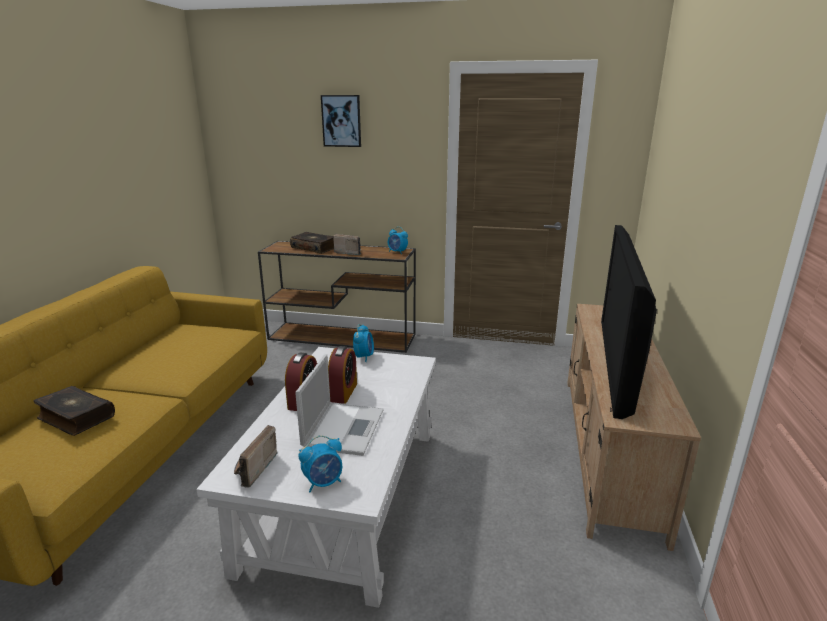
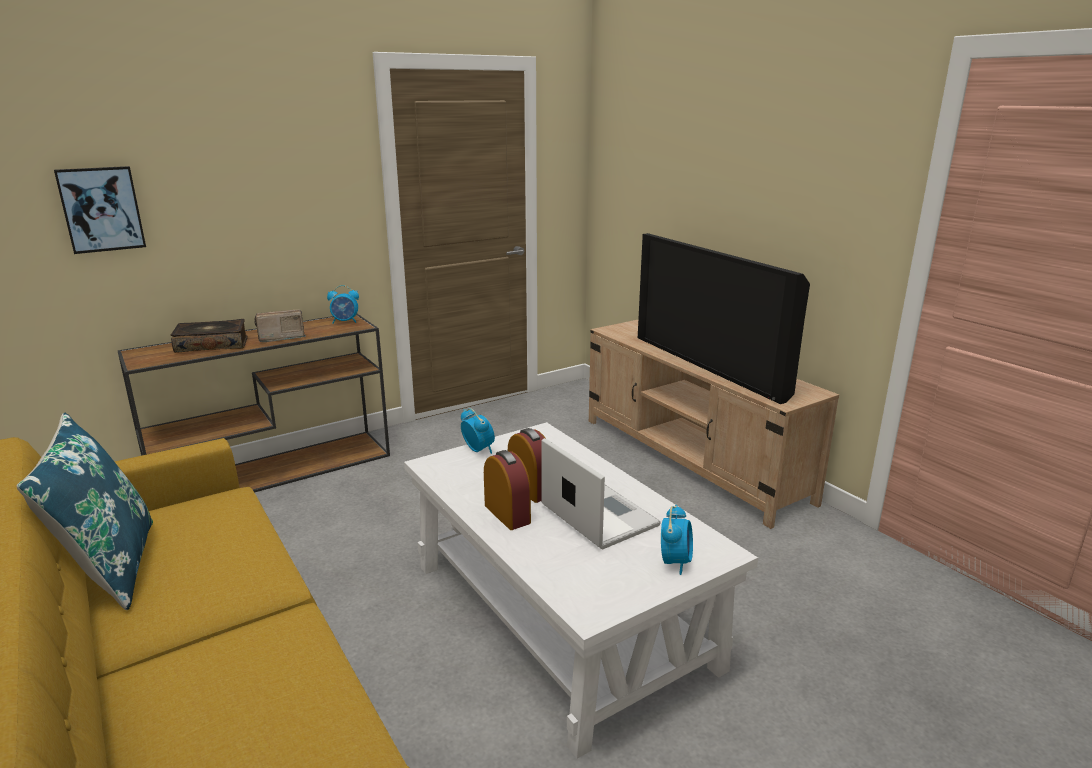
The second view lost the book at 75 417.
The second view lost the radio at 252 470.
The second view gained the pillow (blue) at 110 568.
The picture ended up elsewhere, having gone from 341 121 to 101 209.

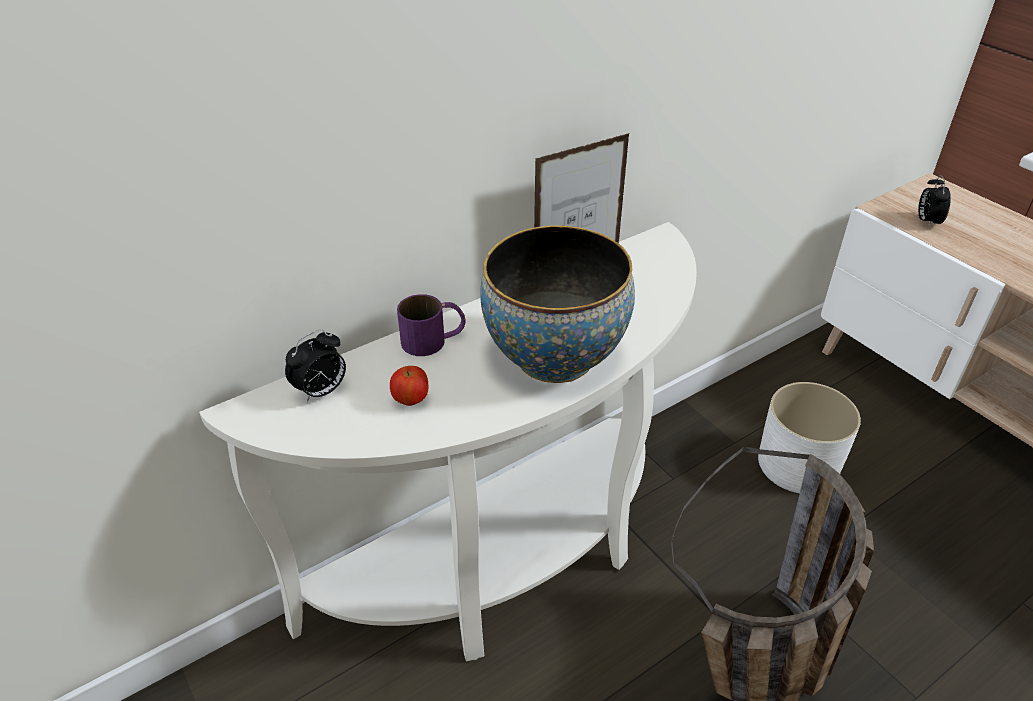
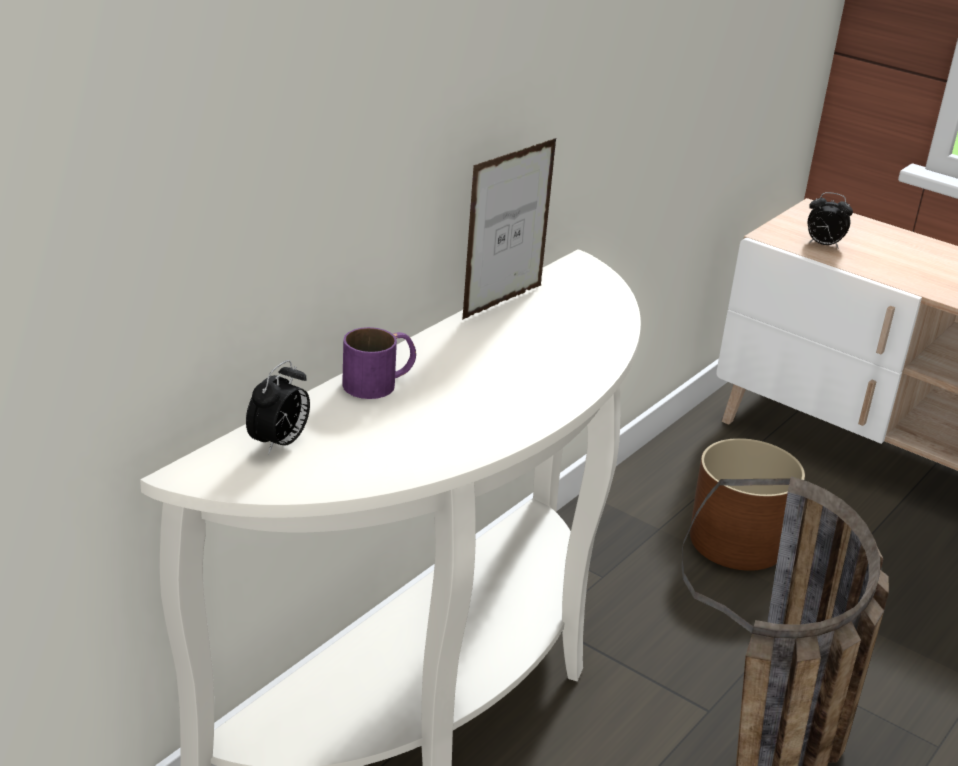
The second view lost the apple at 411 400.
The second view lost the bowl at 554 357.
What was the planter (white) at 798 464 turned into the planter (brown) at 737 541.
The alarm clock at 927 221 ended up facing another way, 60 degrees counterclockwise from before.

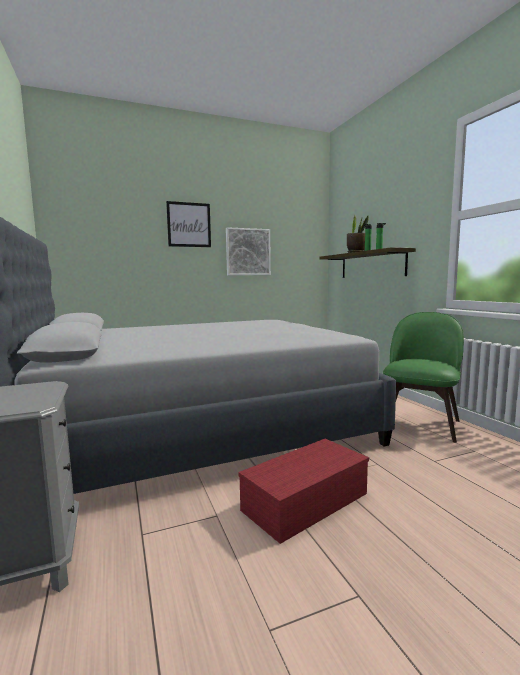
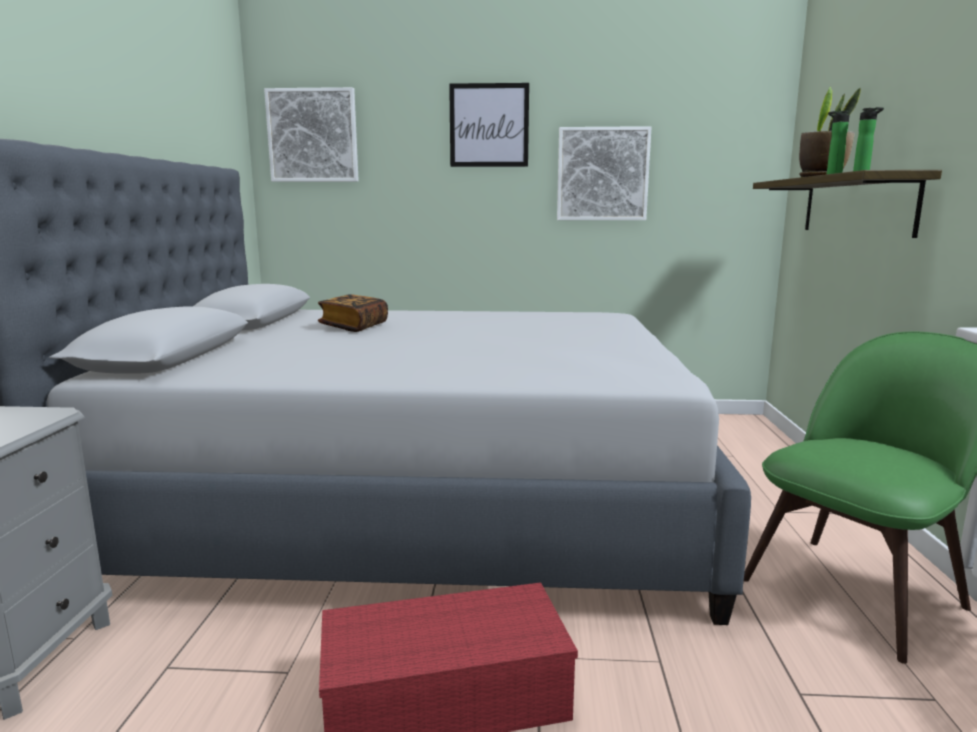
The second view gained the picture at 313 136.
The second view gained the book at 354 327.

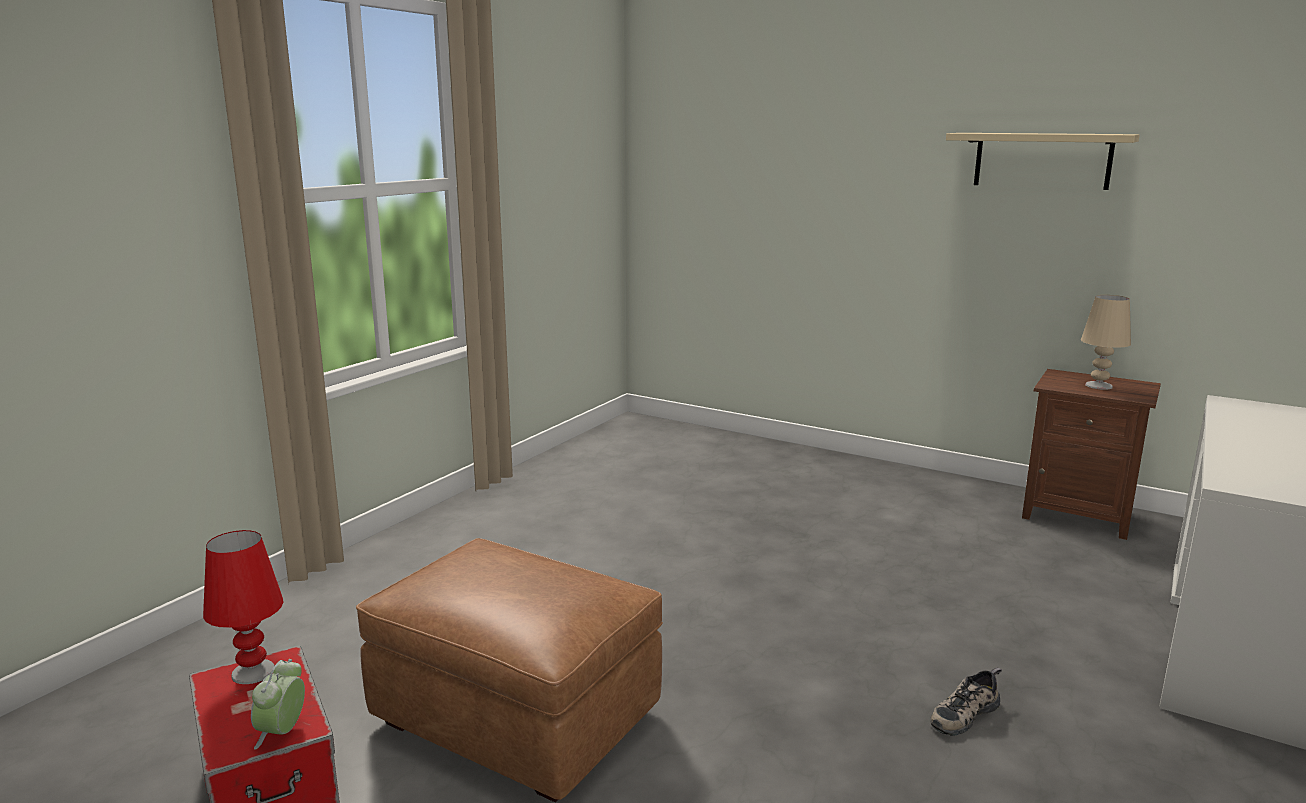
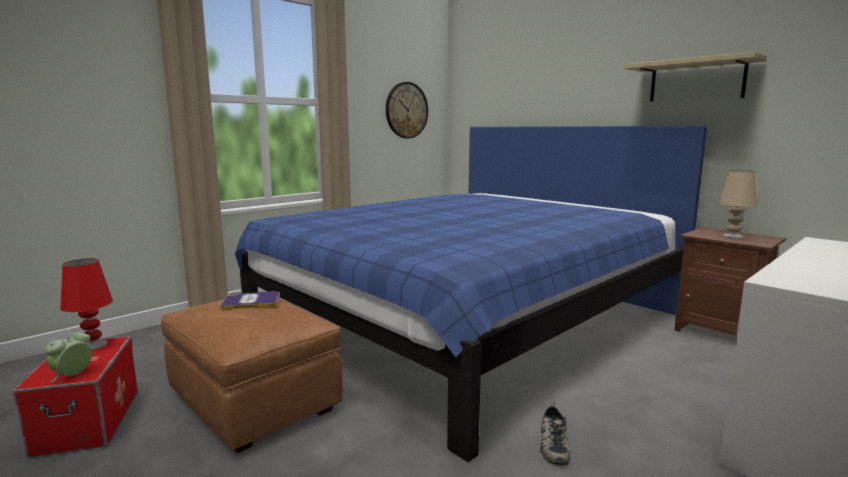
The second view gained the book at 251 301.
The second view gained the bed (blue) at 467 319.
The second view gained the wall clock at 406 110.
The shoe at 963 713 ended up facing another way, 60 degrees counterclockwise from before.

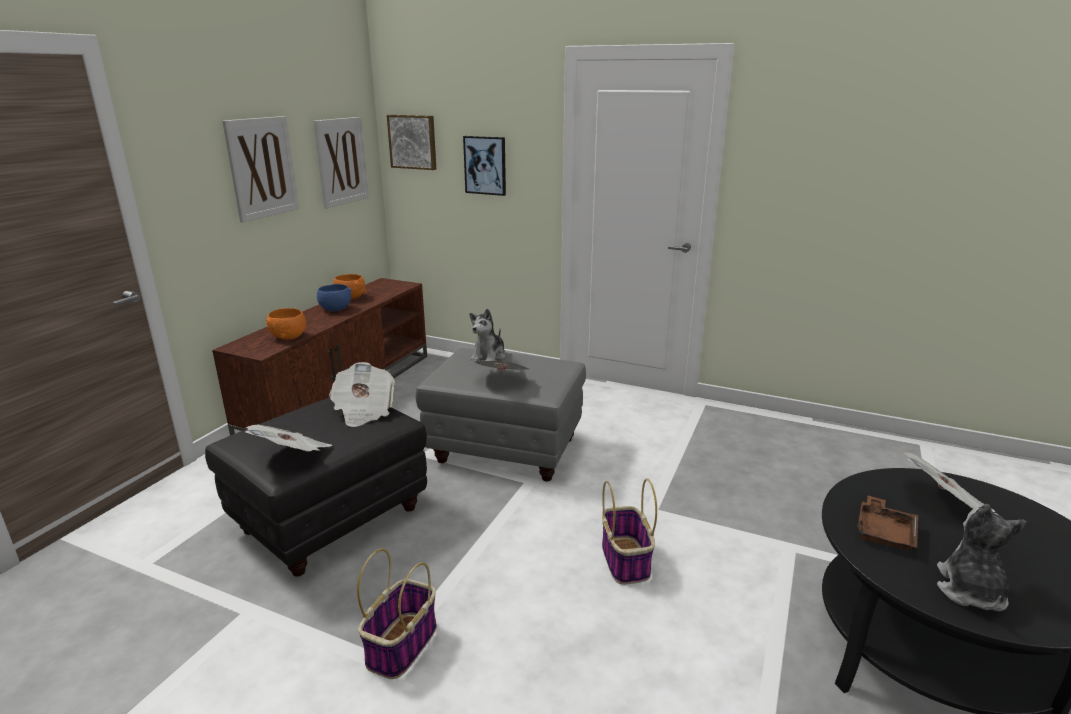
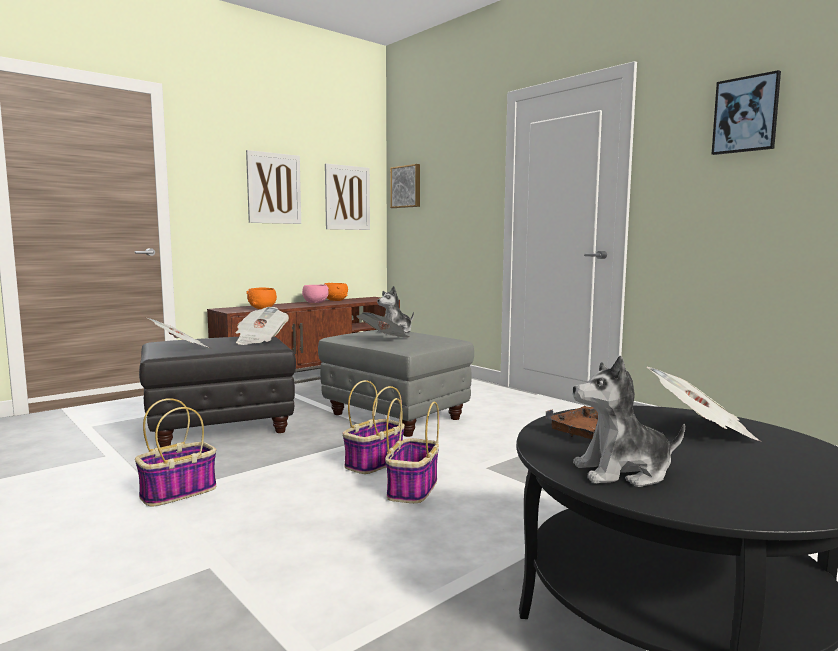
The second view gained the basket at 374 463.
The picture ended up elsewhere, having gone from 485 165 to 745 115.
What was the bowl (blue) at 335 309 turned into the bowl (pink) at 315 303.
The plush toy at 969 591 ended up facing another way, 135 degrees counterclockwise from before.

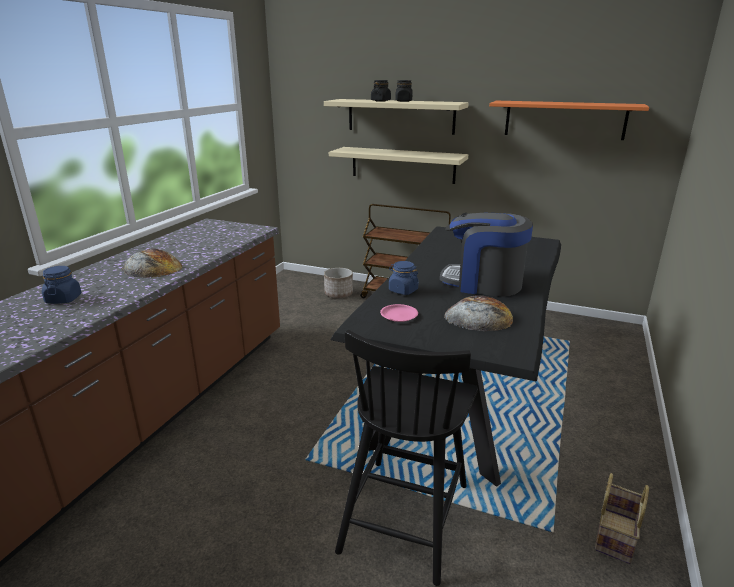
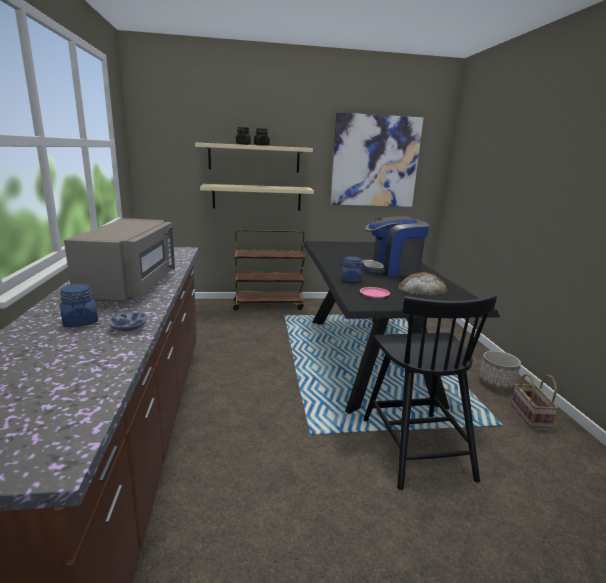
The second view gained the bowl at 129 327.
The planter ended up elsewhere, having gone from 339 294 to 496 382.
Where the bread stood at 152 267, the microwave (grey) came to stand at 132 285.
Where the shelf (orange) hung at 564 120, the picture came to hang at 375 161.

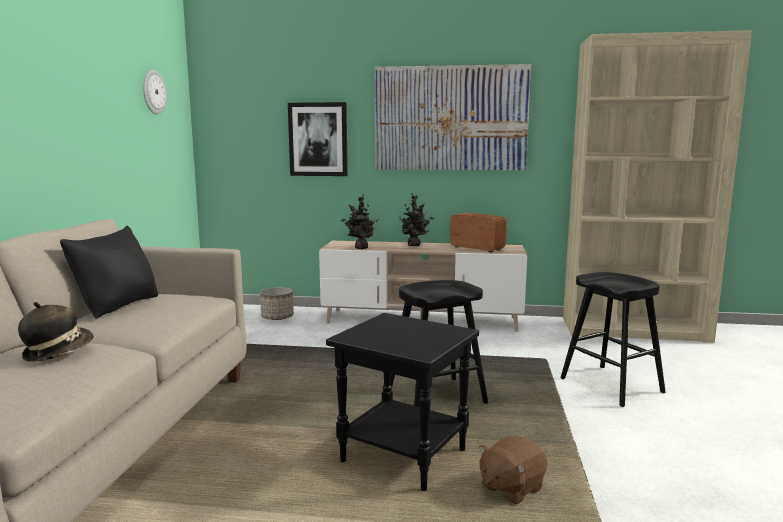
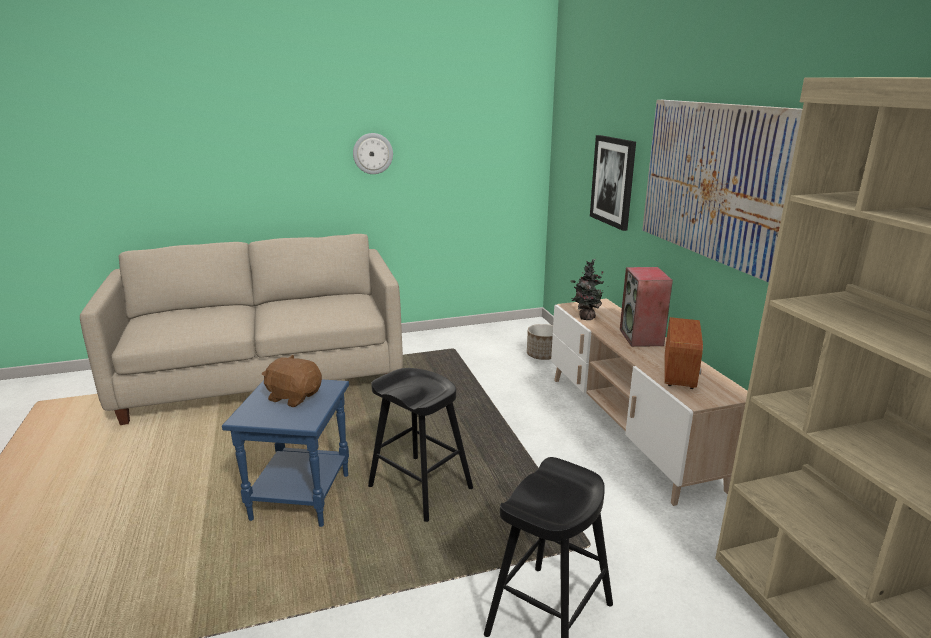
The second view lost the hat at 58 352.
The second view lost the pillow (black) at 118 306.
The wall clock ended up elsewhere, having gone from 153 92 to 372 153.
The plush toy (brown) ended up elsewhere, having gone from 511 488 to 294 396.
Where the potted plant stood at 415 245, the speaker came to stand at 642 337.
What was the side table (black) at 406 456 turned into the side table (blue) at 302 498.

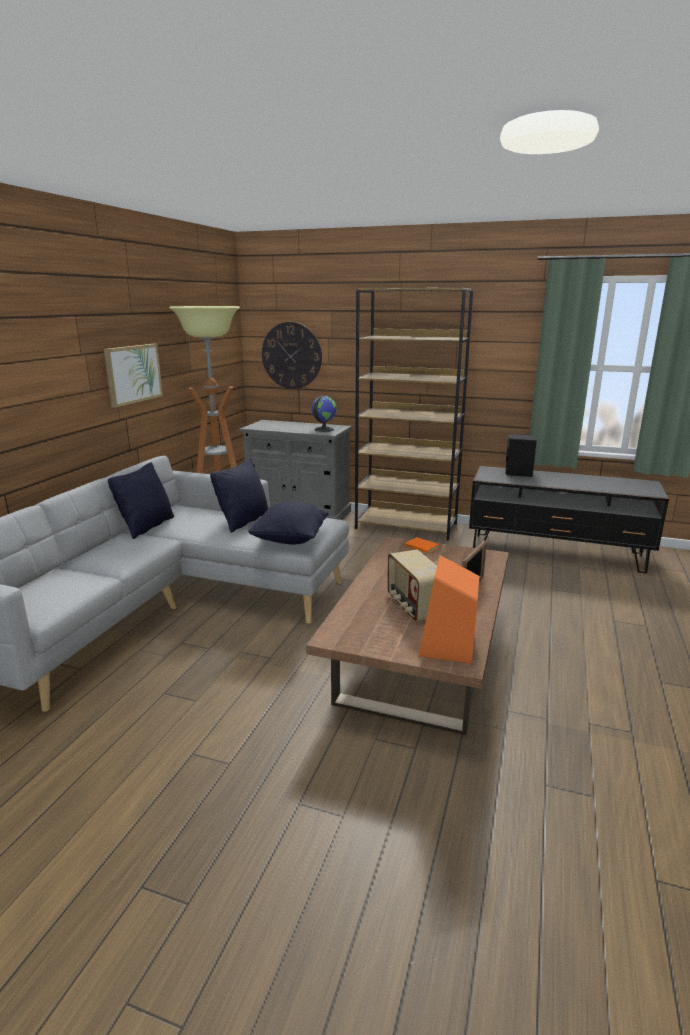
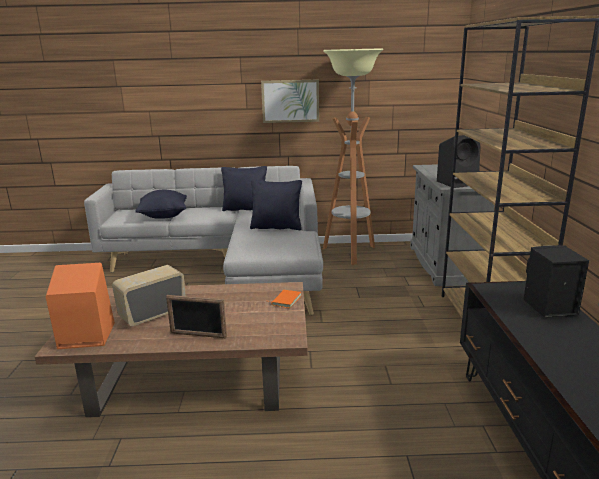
The second view lost the wall clock at 291 355.
The pillow (black) ended up elsewhere, having gone from 290 540 to 164 216.
Where the globe stood at 323 429, the speaker (black) came to stand at 458 183.

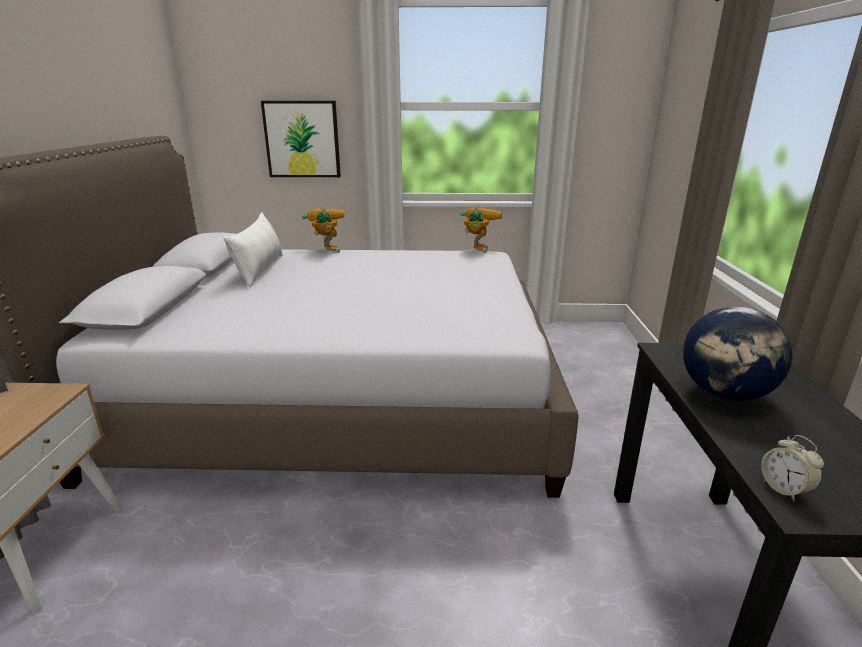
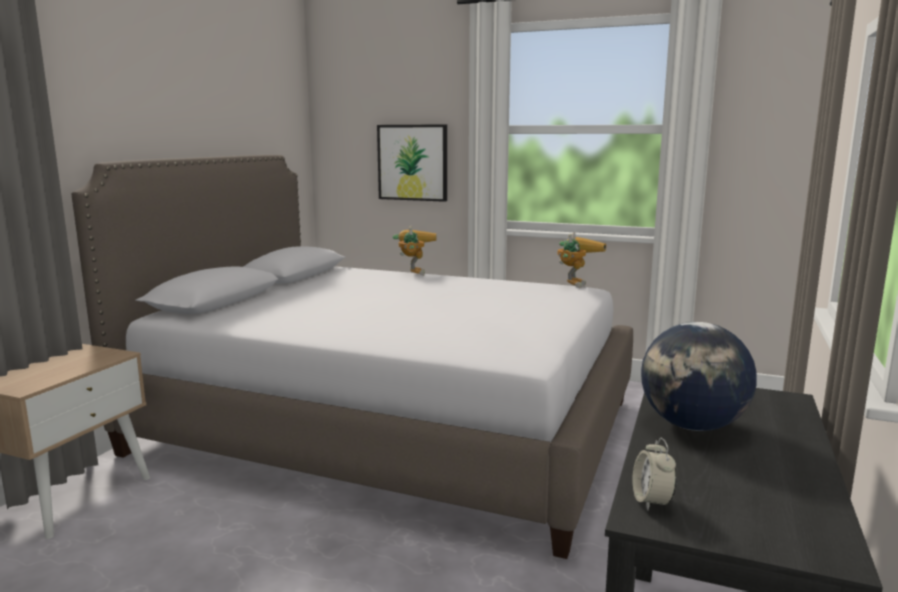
The second view lost the pillow (white) at 260 270.

